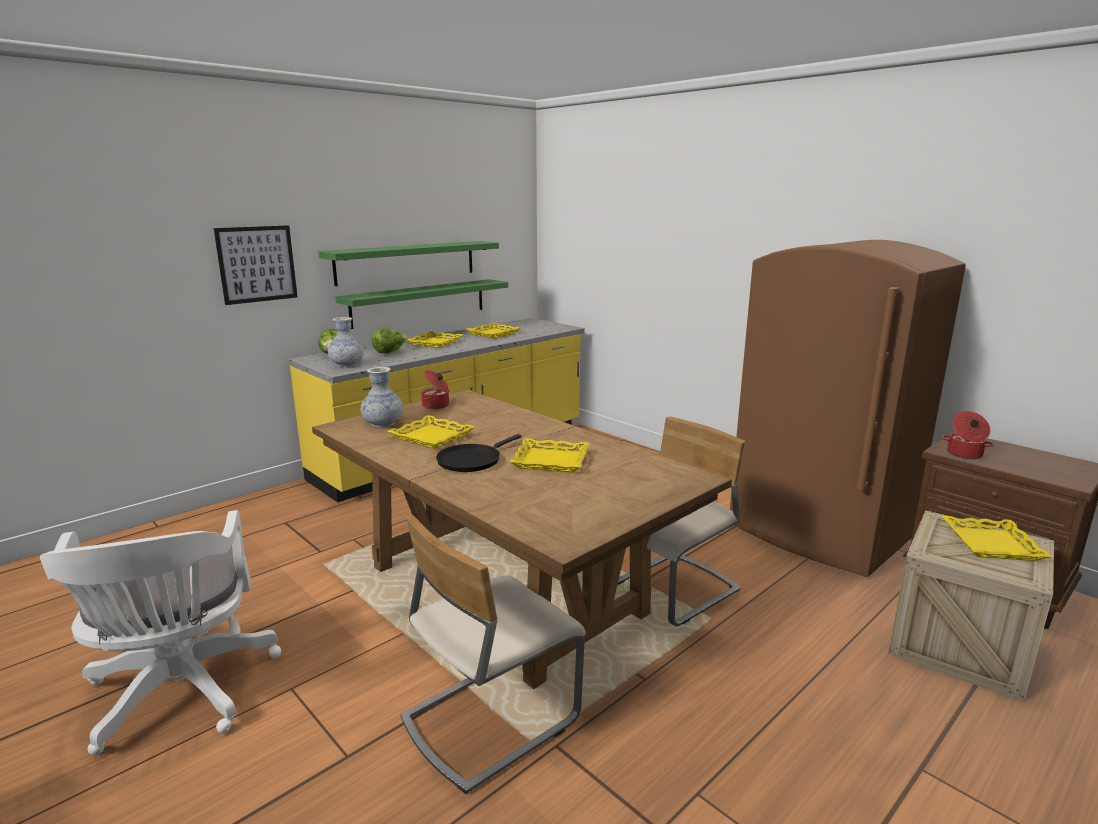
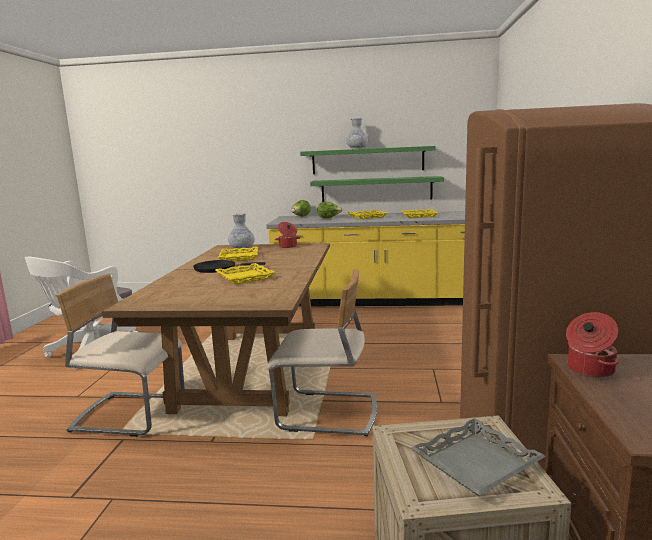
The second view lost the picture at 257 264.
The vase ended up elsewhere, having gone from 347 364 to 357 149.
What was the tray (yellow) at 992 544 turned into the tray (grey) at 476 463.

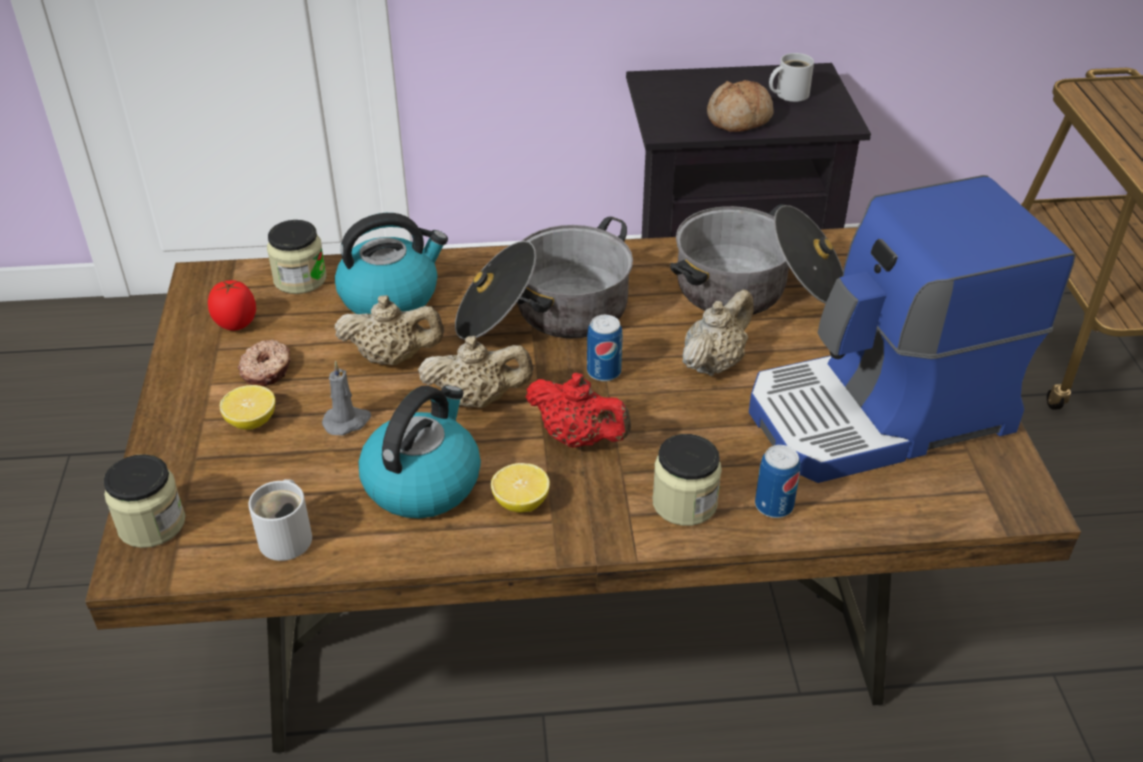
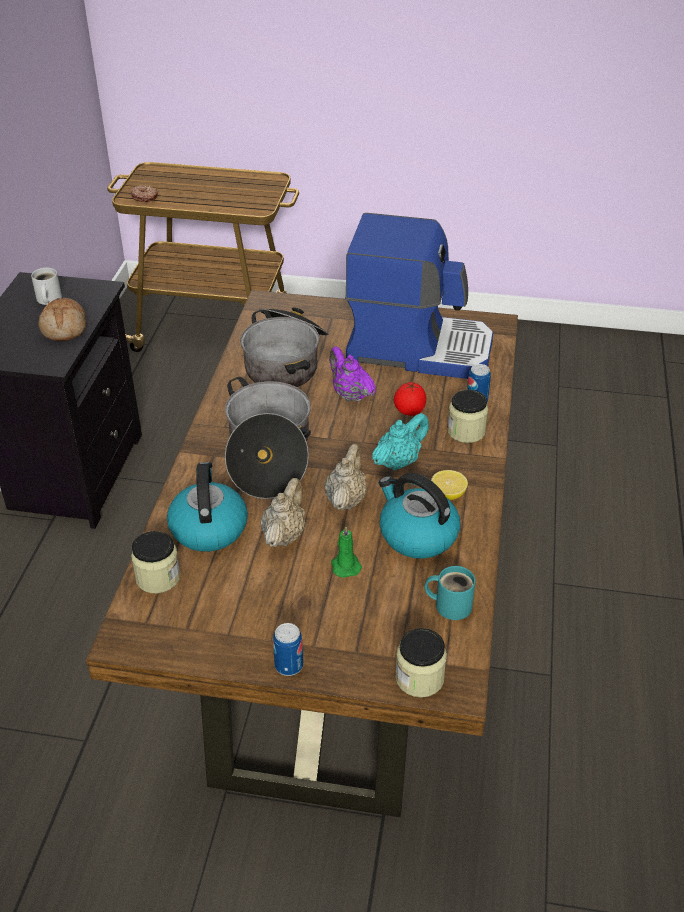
The second view lost the lemon at 251 422.
The tomato ended up elsewhere, having gone from 236 323 to 409 412.
The donut ended up elsewhere, having gone from 267 370 to 144 197.
The can ended up elsewhere, having gone from 604 372 to 289 665.
What was the mug (white) at 289 536 turned into the mug (turquoise) at 450 604.
What was the candle (grey) at 347 421 turned into the candle (green) at 345 565.
What was the teapot (red) at 578 438 turned into the teapot (turquoise) at 399 461.
What was the teapot (beige) at 714 363 turned into the teapot (purple) at 350 394.
The coffee machine at 881 415 ended up facing another way, 75 degrees counterclockwise from before.

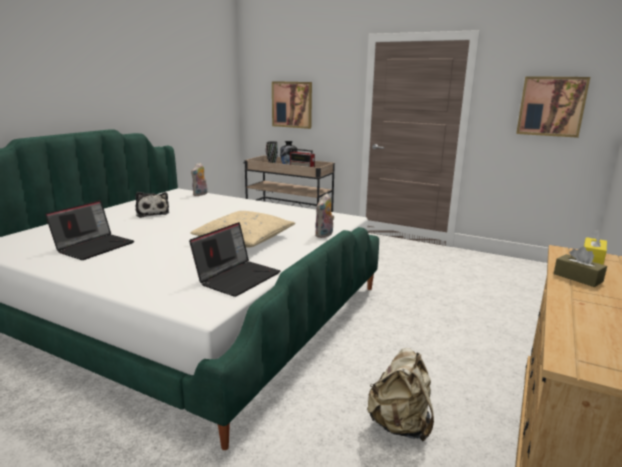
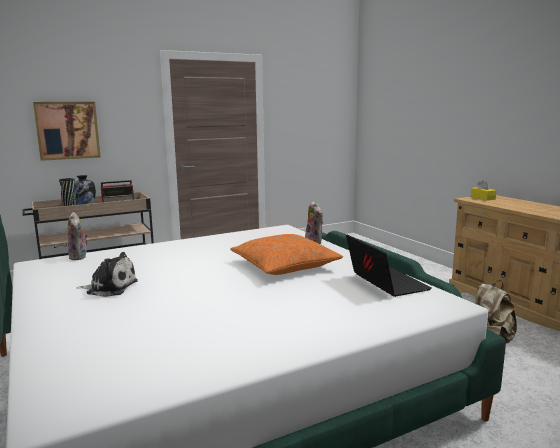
The second view lost the laptop at 94 246.
The second view lost the picture at 551 106.
The second view lost the tissue box (brown) at 577 278.
What was the pillow (beige) at 244 239 turned into the pillow (orange) at 285 265.

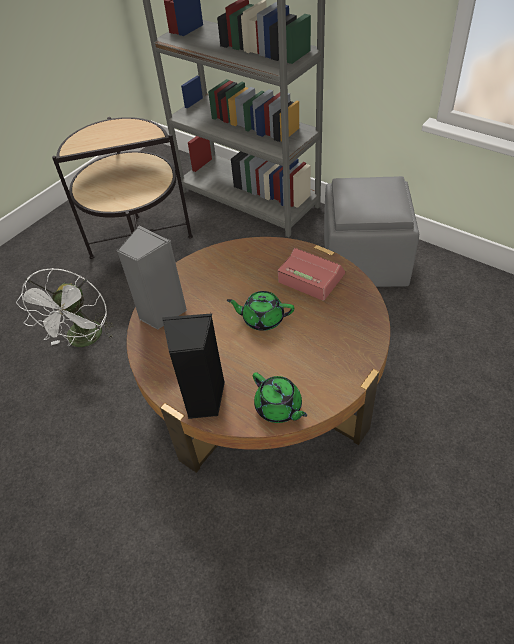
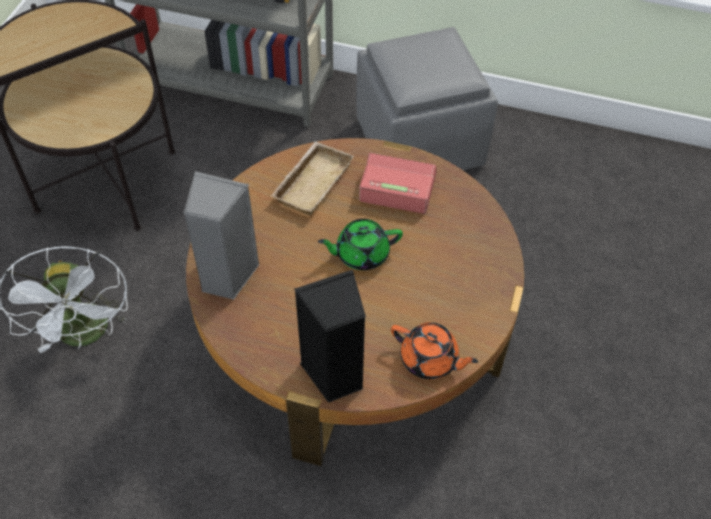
The second view gained the tray (beige) at 311 181.
What was the teapot (green) at 279 408 turned into the teapot (orange) at 429 360.

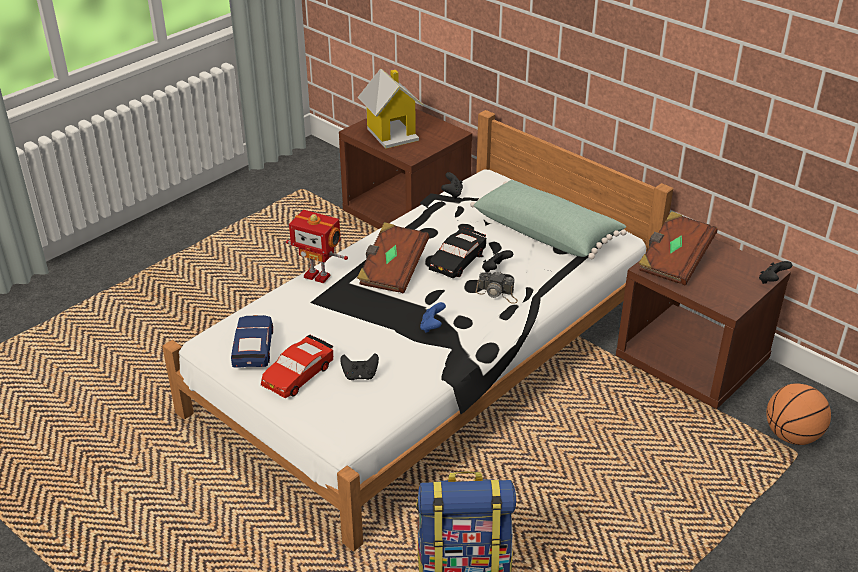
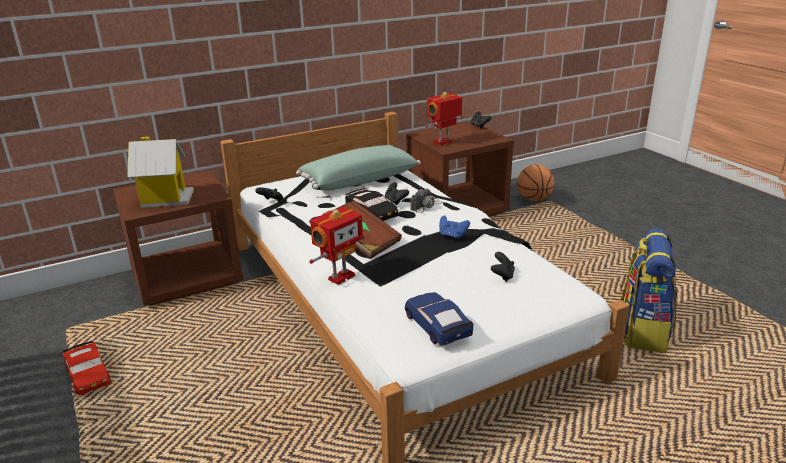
The toy car (red) ended up elsewhere, having gone from 298 374 to 88 375.
Where the book (brown) stood at 673 261, the toy robot came to stand at 443 142.
The toy car (blue) at 253 348 ended up facing another way, 45 degrees clockwise from before.

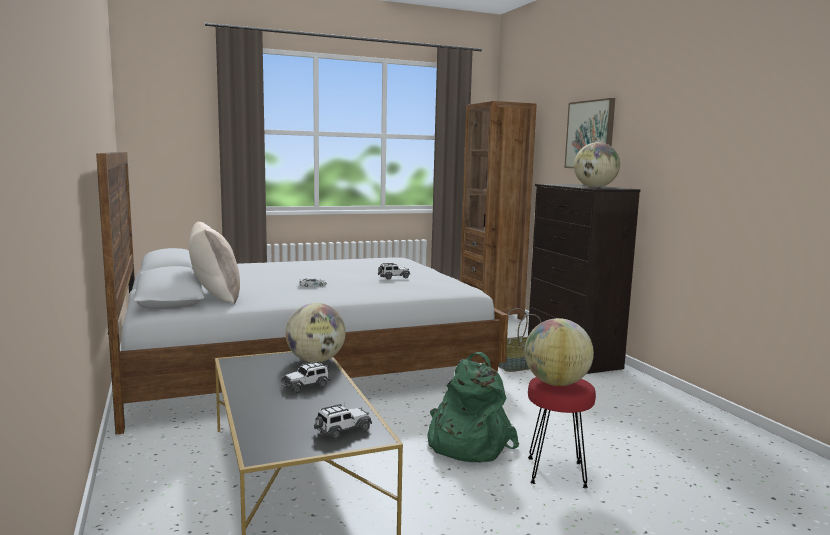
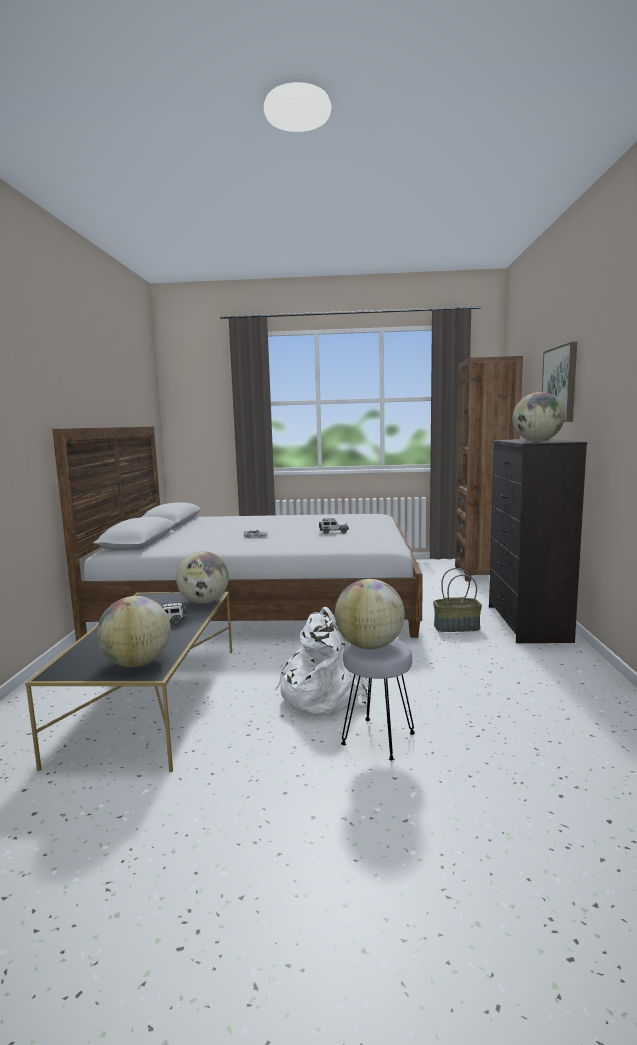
The second view lost the pillow (beige) at 215 296.
Where the toy car stood at 342 430, the globe came to stand at 137 663.
What was the backpack (green) at 466 443 turned into the backpack (white) at 322 695.
What was the stool (red) at 555 472 turned into the stool (grey) at 377 738.

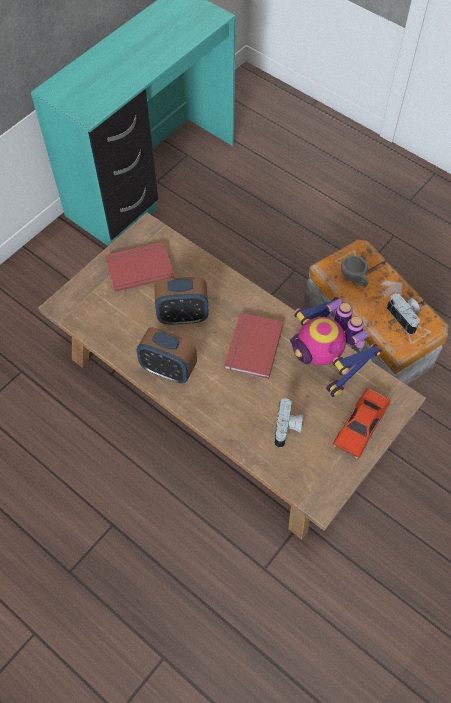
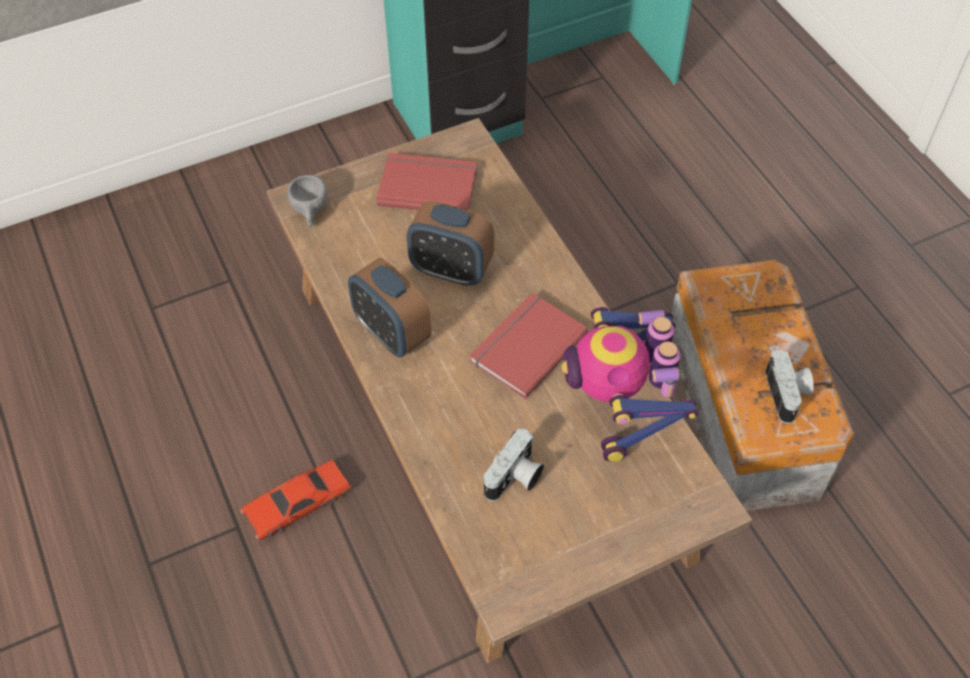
The toy car (red) ended up elsewhere, having gone from 360 426 to 298 504.
The cup (grey) ended up elsewhere, having gone from 354 278 to 310 212.

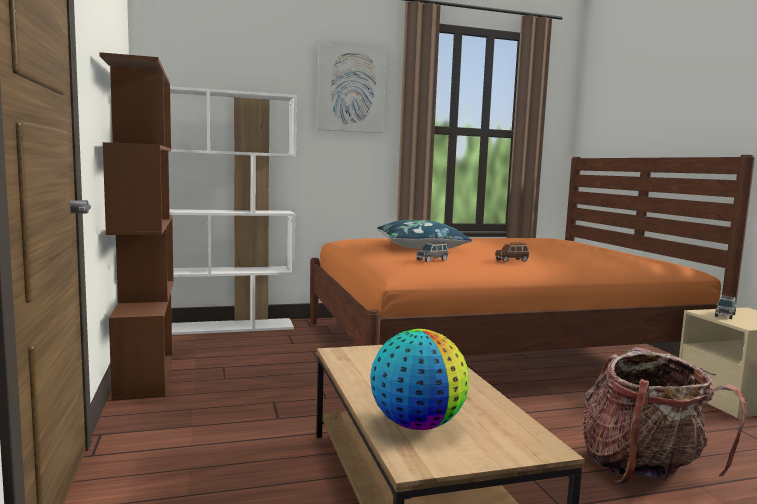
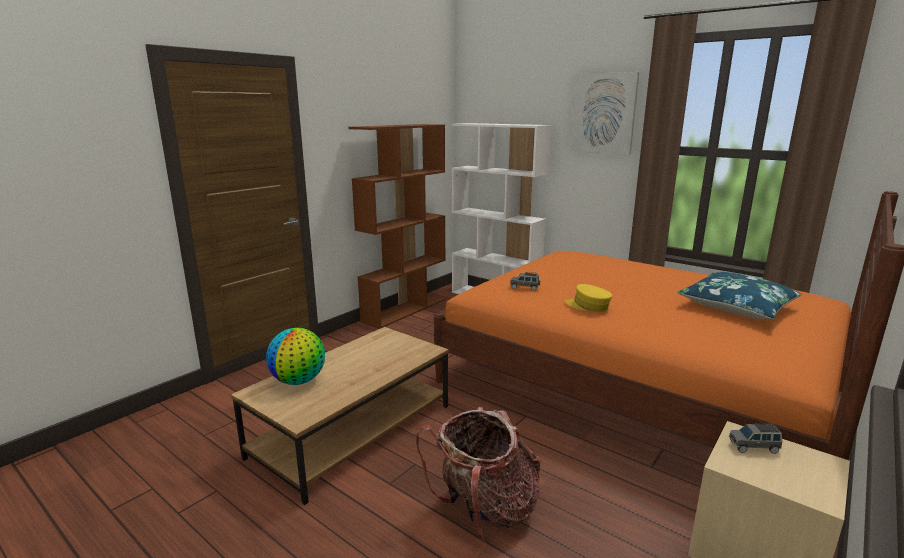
The pillow (blue) ended up elsewhere, having gone from 421 246 to 737 306.
Where the toy car (brown) stood at 512 260, the cap (yellow) came to stand at 588 306.

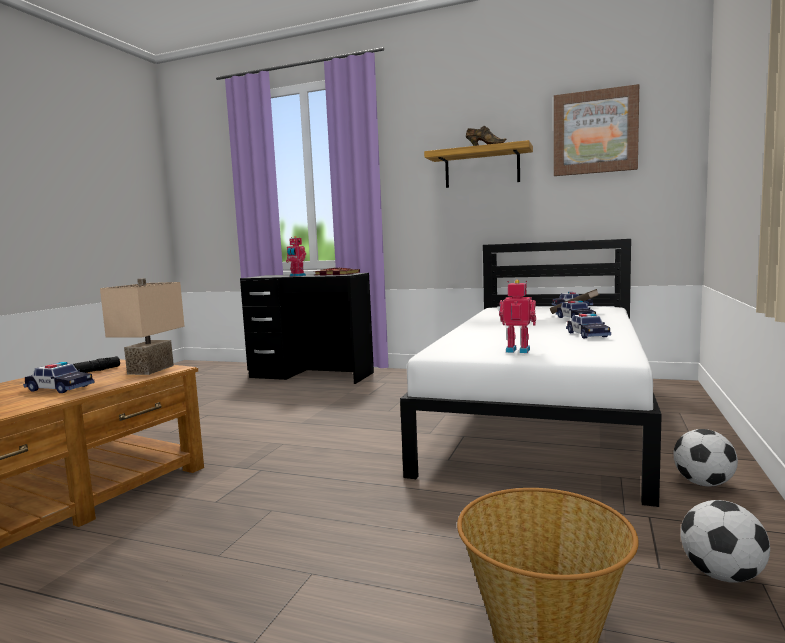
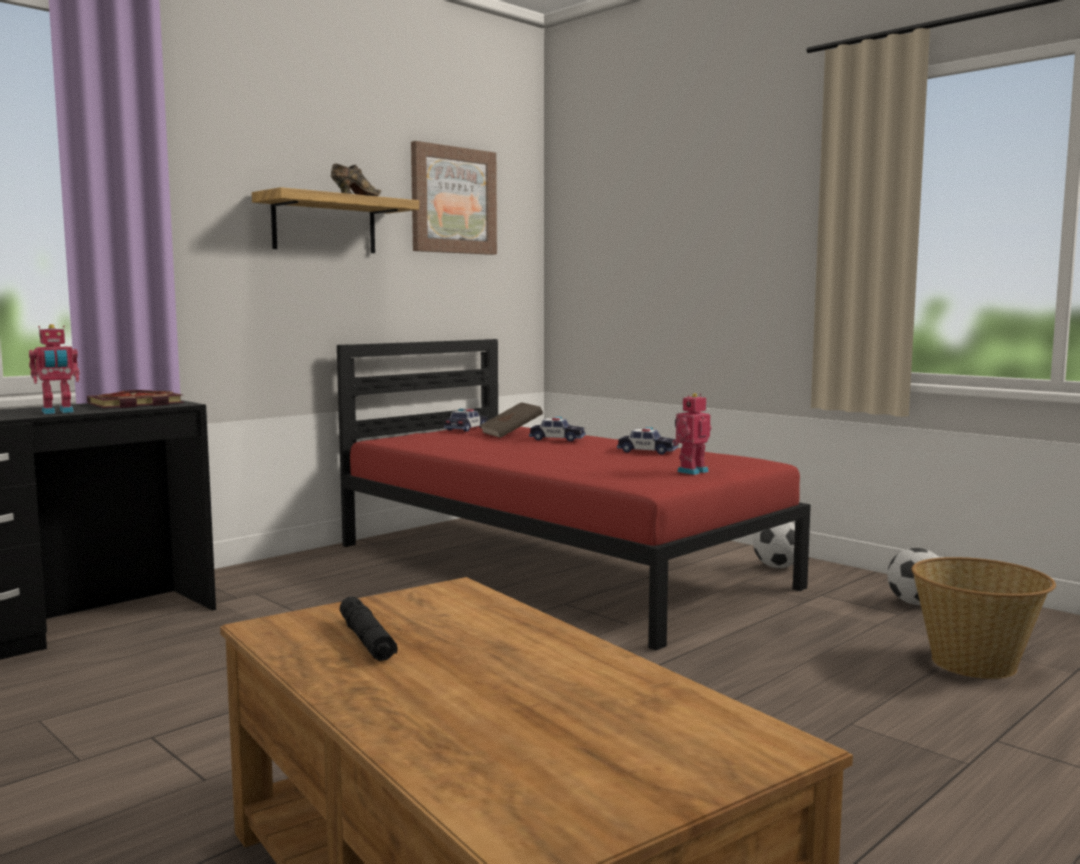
The second view lost the toy car at 59 388.
The second view lost the table lamp (beige) at 149 369.
What was the bed (white) at 543 417 turned into the bed (red) at 556 565.

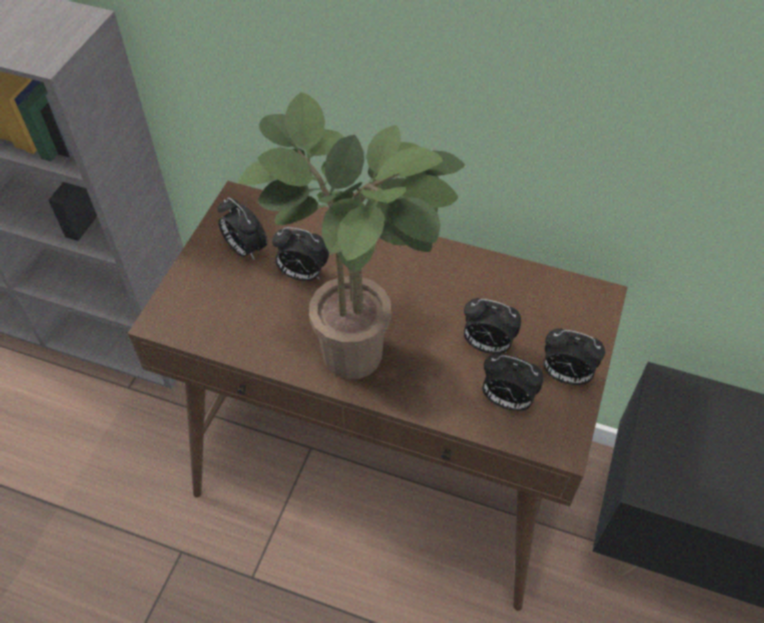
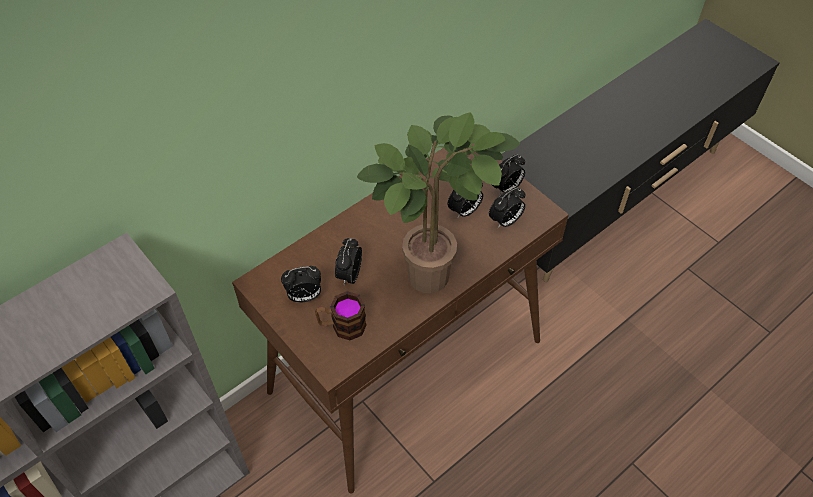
The second view gained the mug at 342 326.
The alarm clock at 302 274 ended up facing another way, 150 degrees clockwise from before.

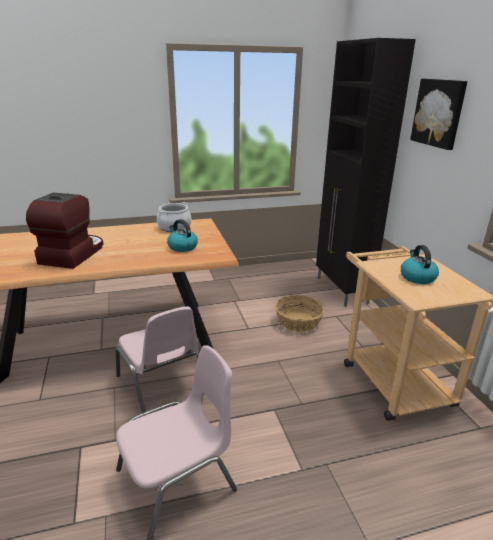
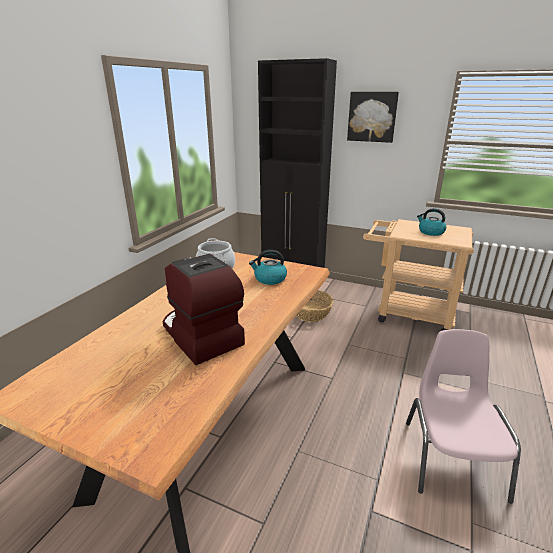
The second view lost the chair (pink) at 161 385.

